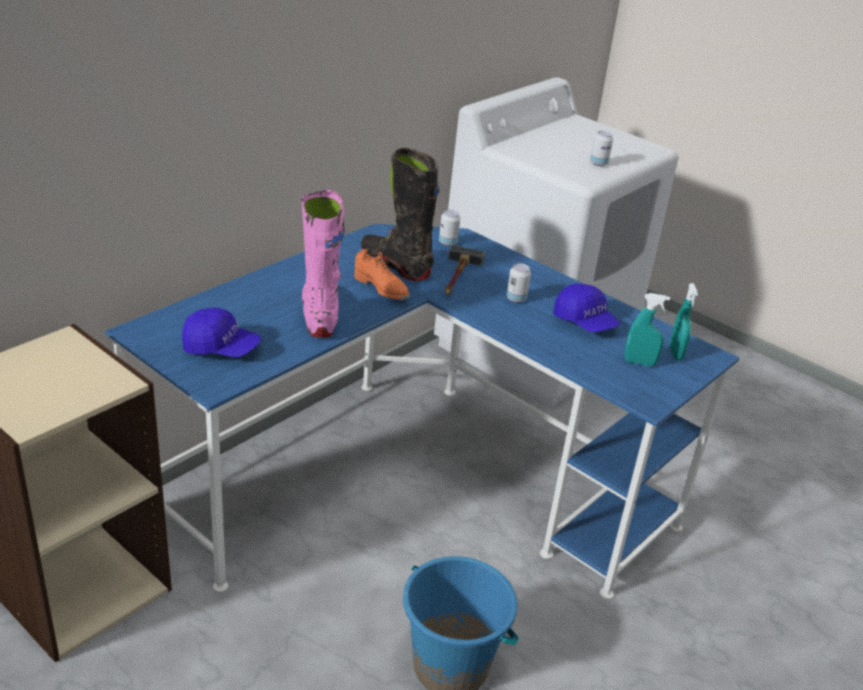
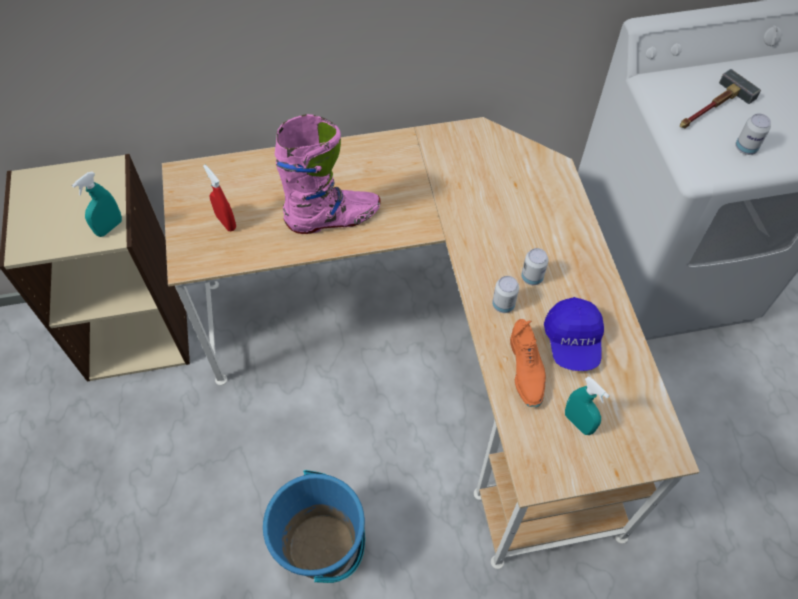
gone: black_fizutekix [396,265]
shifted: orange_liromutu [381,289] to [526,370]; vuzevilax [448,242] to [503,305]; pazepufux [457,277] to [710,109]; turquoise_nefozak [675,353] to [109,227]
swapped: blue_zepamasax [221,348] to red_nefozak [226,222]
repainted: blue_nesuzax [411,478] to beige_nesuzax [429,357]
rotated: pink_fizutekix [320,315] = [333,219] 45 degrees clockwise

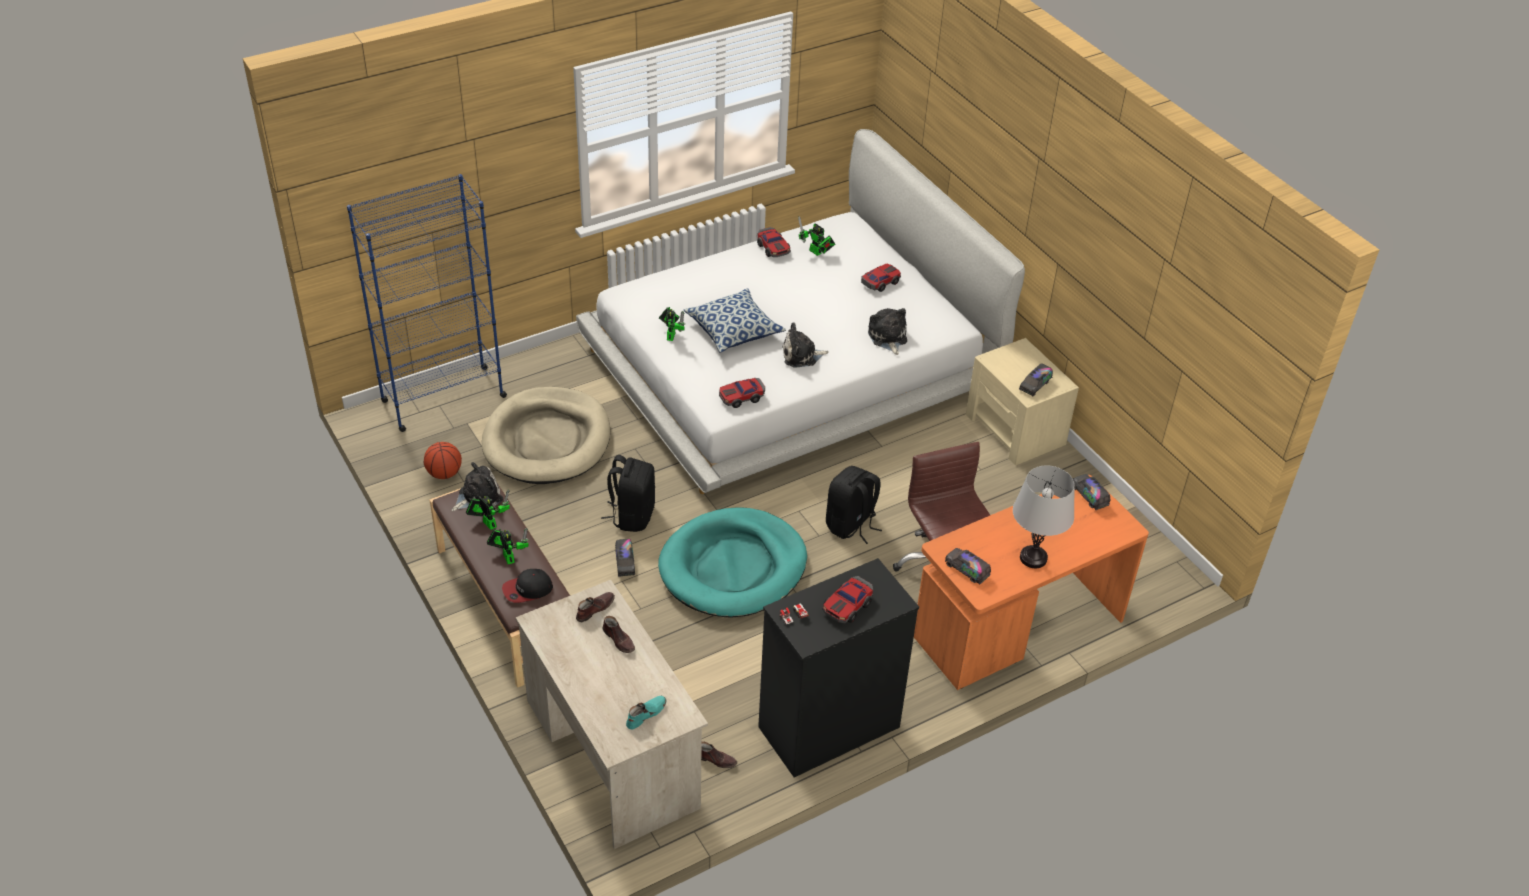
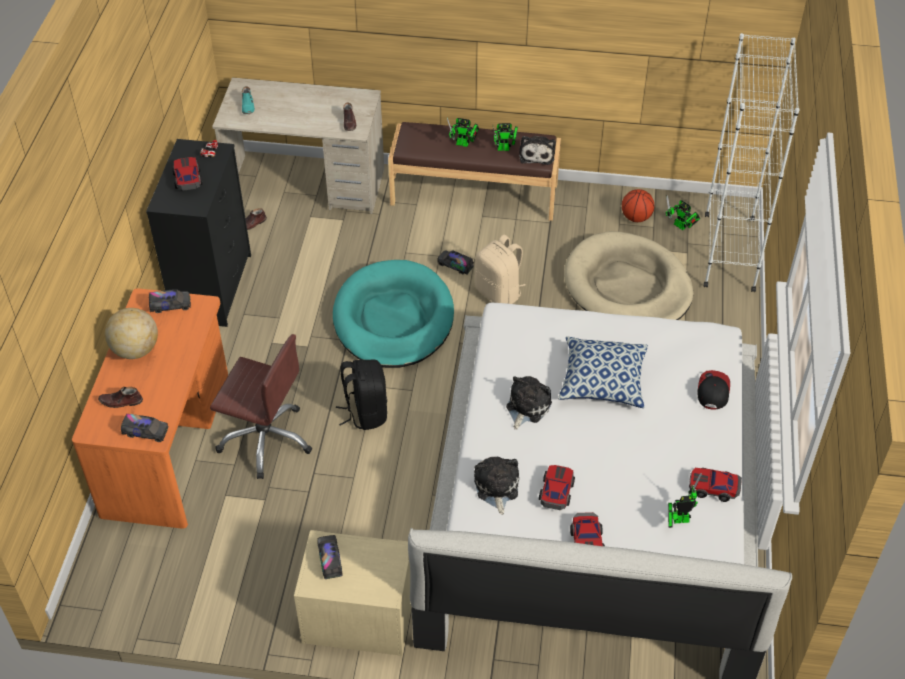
shifted: zepamasax [527,590] to [713,391]; brown_liromutu [619,640] to [121,401]; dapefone [671,335] to [681,227]; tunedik [741,397] to [556,492]
swapped: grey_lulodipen [1033,558] to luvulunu [135,350]
repainted: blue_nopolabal [443,399] to white_nopolabal [729,252]; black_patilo [632,515] to beige_patilo [499,292]
rotated: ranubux [888,338] = [496,488] 120 degrees counterclockwise

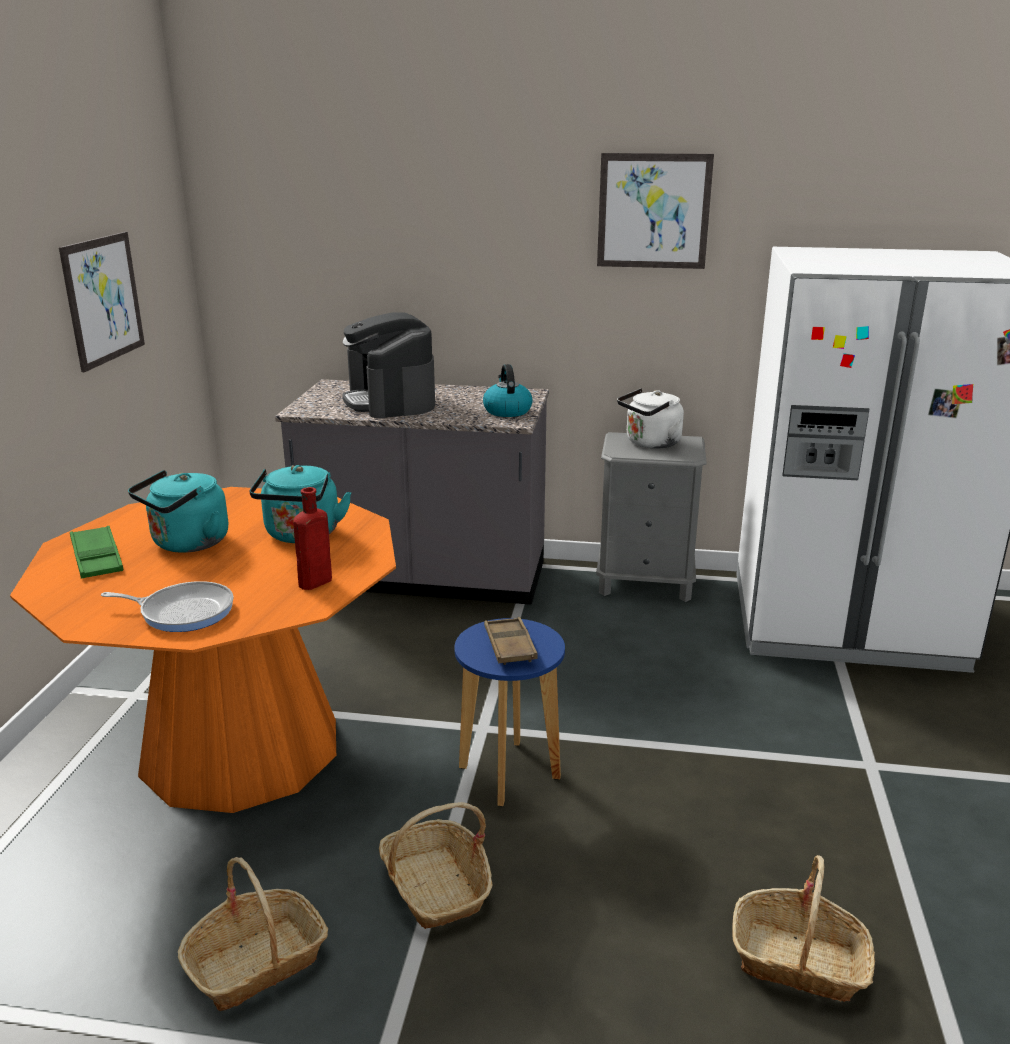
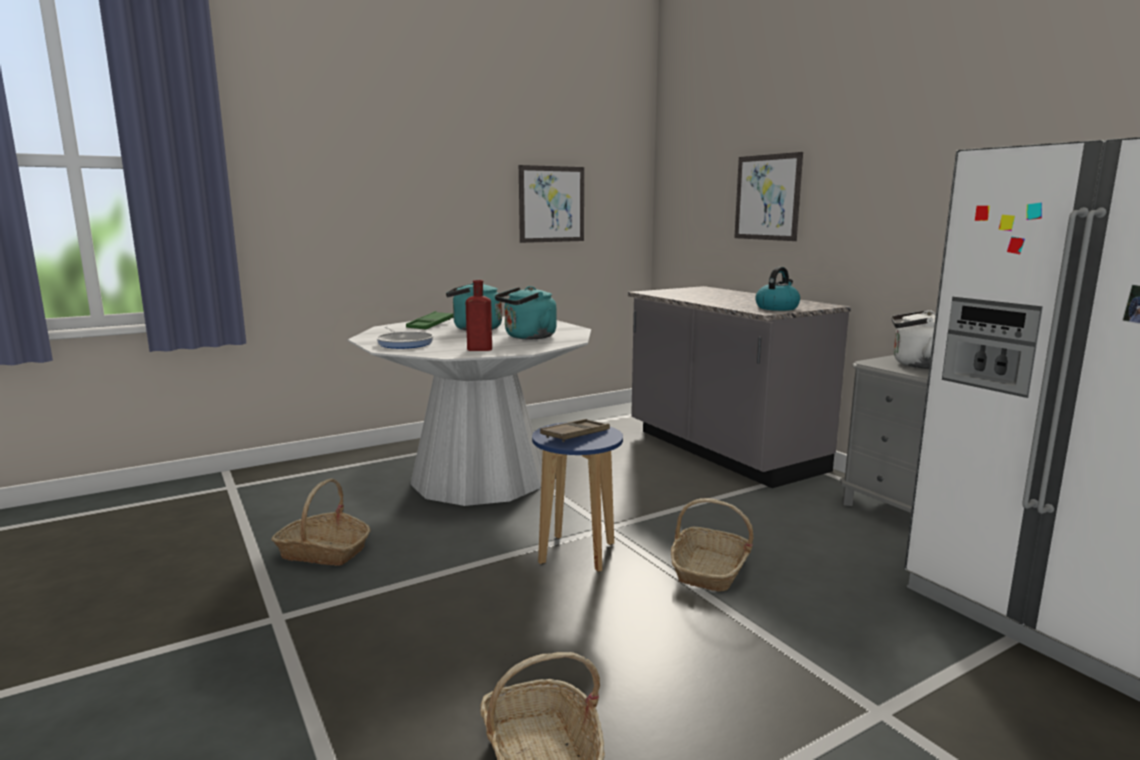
gone: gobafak [390,401]
shifted: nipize [436,887] to [709,570]; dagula [653,211] to [767,197]
repainted: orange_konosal [241,746] to white_konosal [479,478]

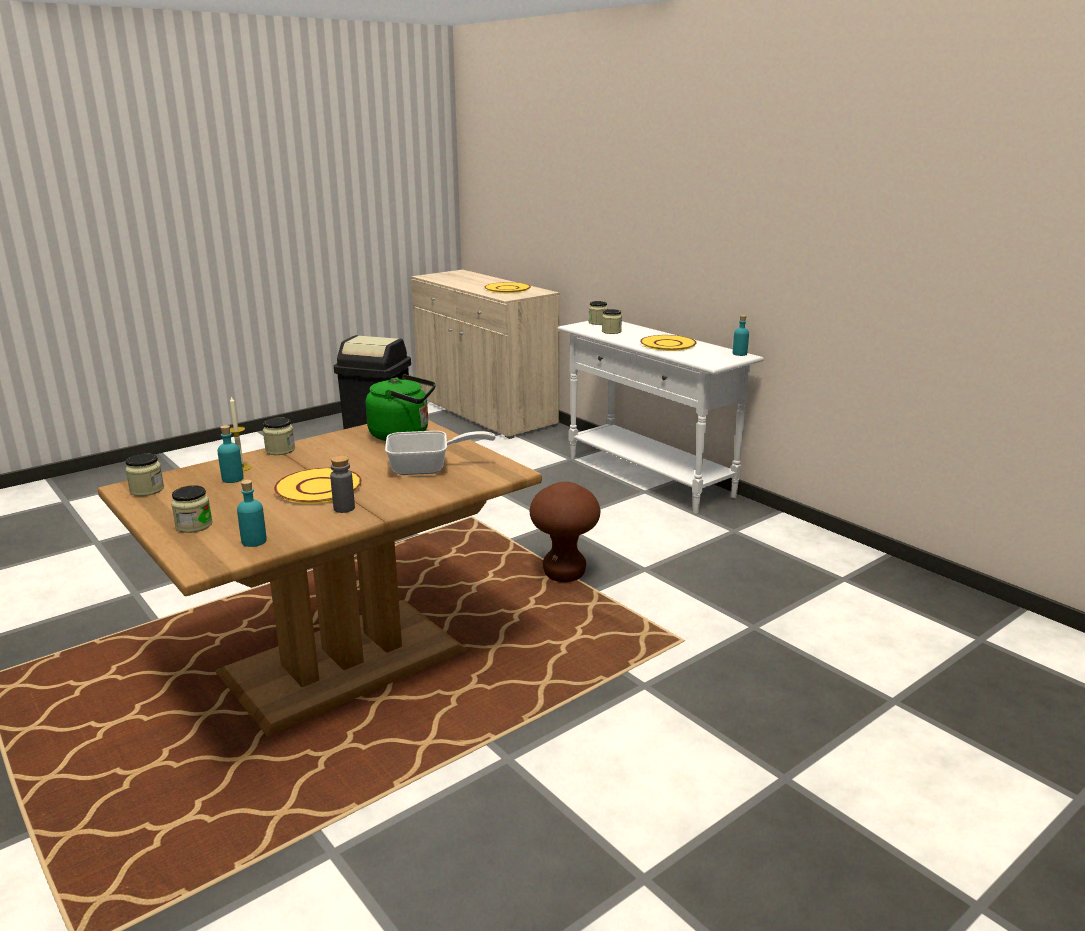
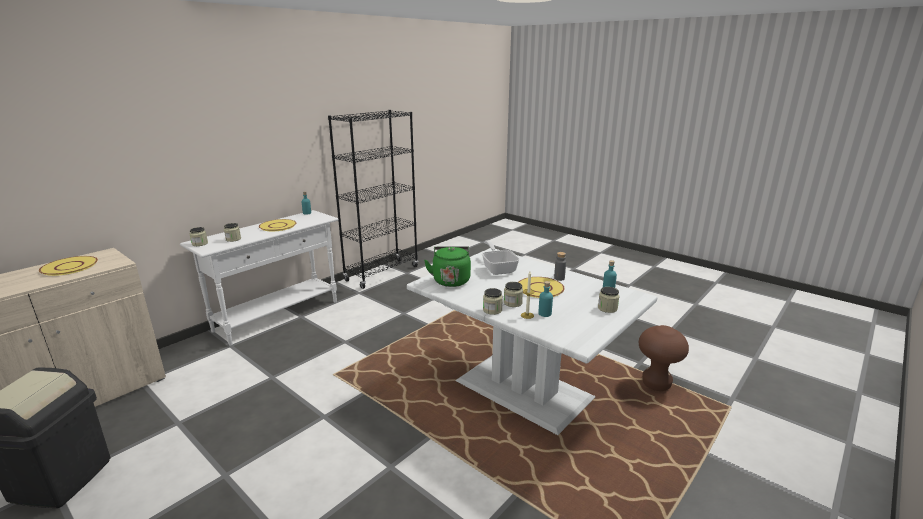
new: black_nopolabal [382,273]
shifted: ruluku [147,490] to [513,303]; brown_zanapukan [564,574] to [656,384]
repainted: brown_konosal [341,661] to white_konosal [523,390]

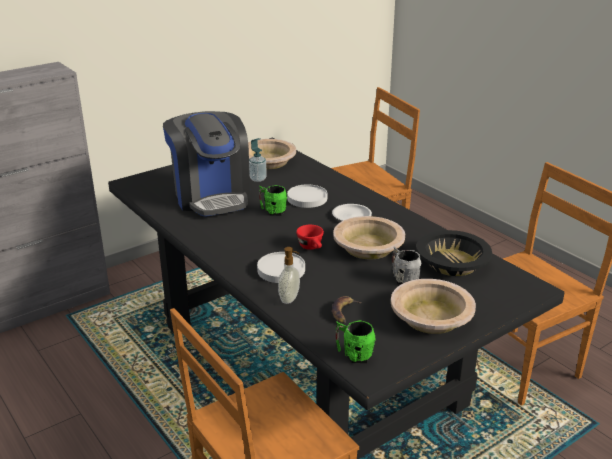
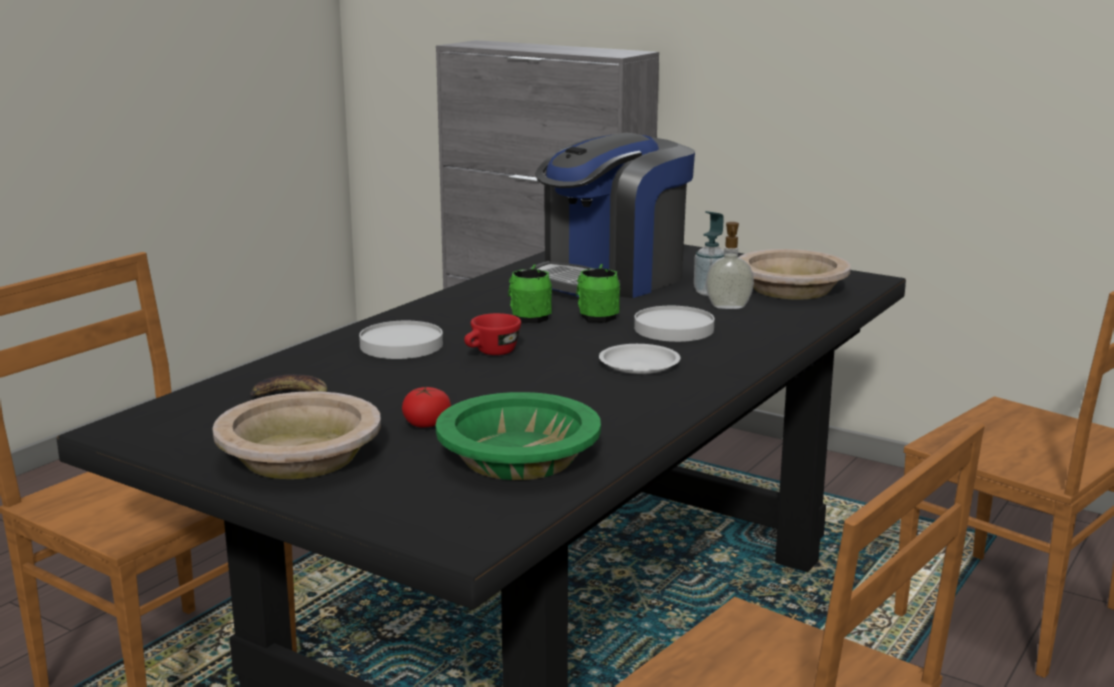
gone: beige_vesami [368,247]
shifted: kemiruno [290,299] to [728,307]; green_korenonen [354,354] to [531,316]
swapped: grey_korenonen [403,278] to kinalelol [426,424]
repainted: black_vesami [452,262] to green_vesami [519,457]

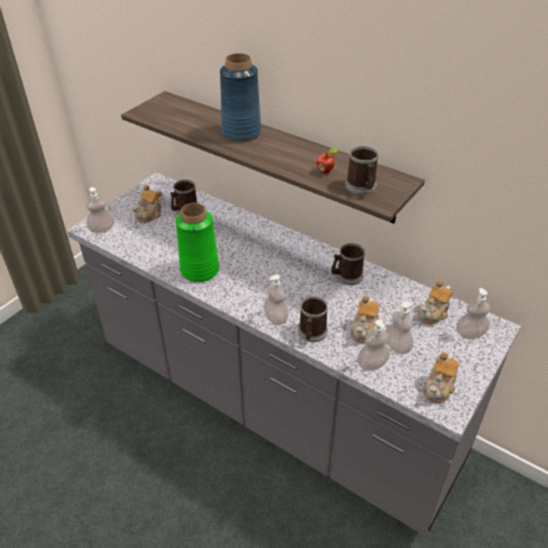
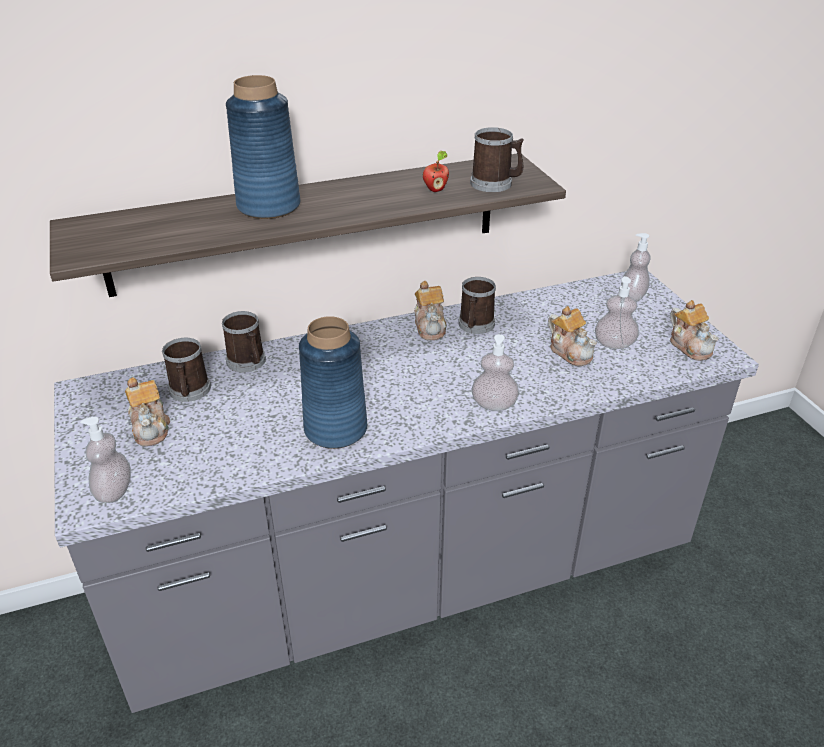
gone: kemiruno [372,364]
shifted: korenonen [311,333] to [248,362]; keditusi [434,313] to [430,327]
repainted: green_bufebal [200,270] to blue_bufebal [335,429]

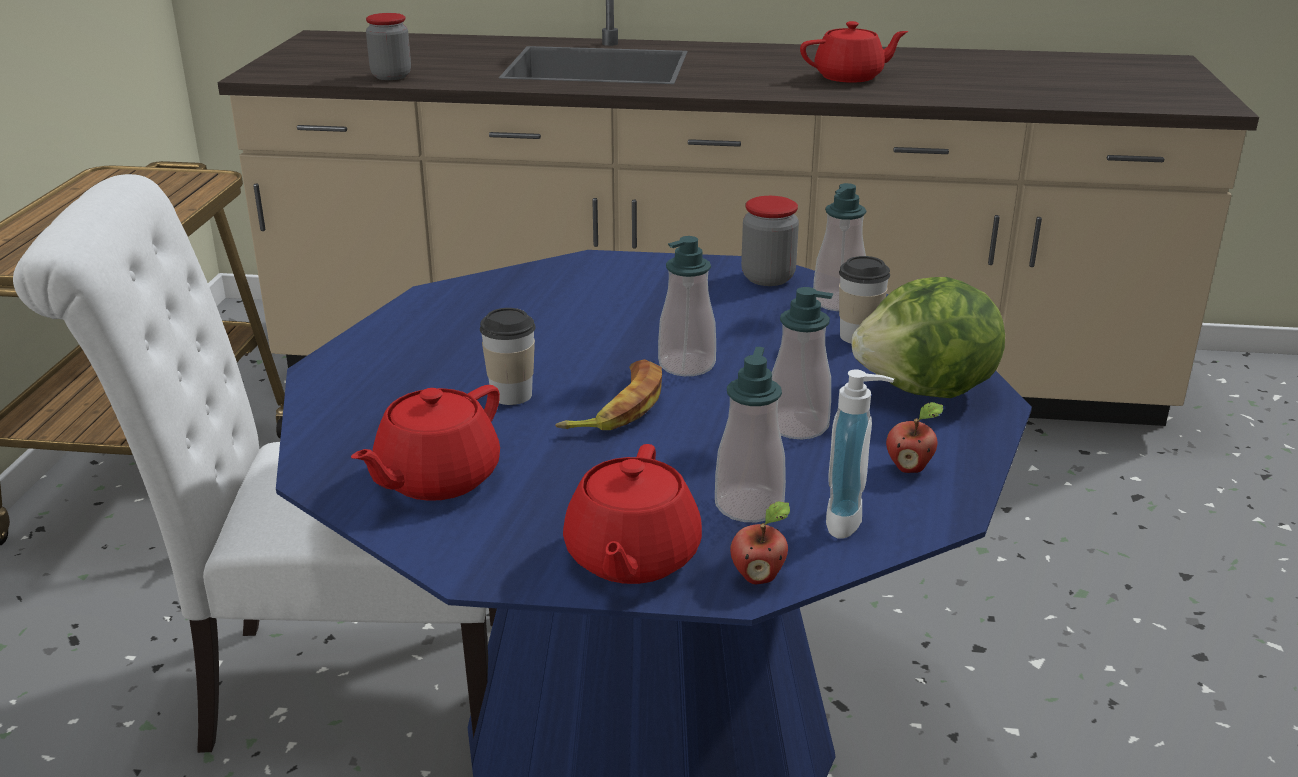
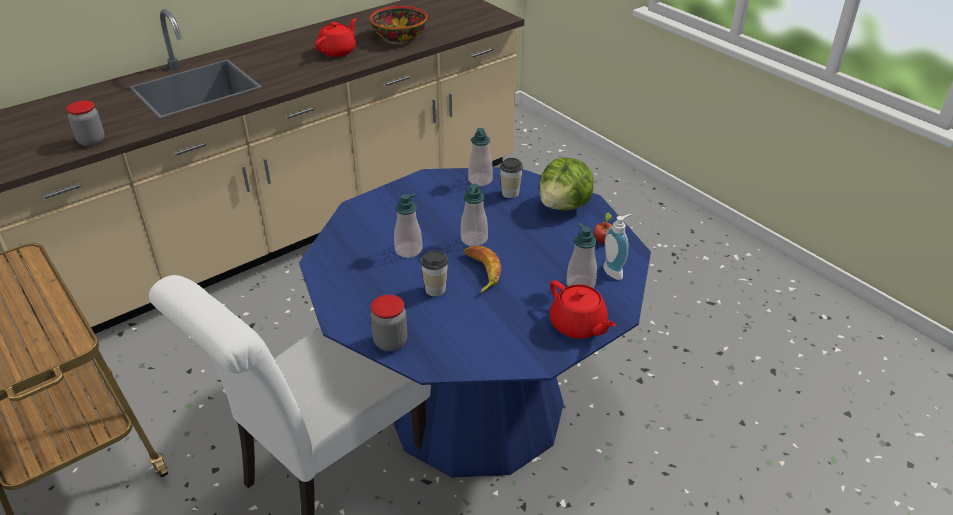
gone: red_keditusi [435,479]; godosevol [759,576]
new: vesami [399,37]
shifted: ruluku [768,278] to [390,342]; kemiruno [797,425] to [408,250]

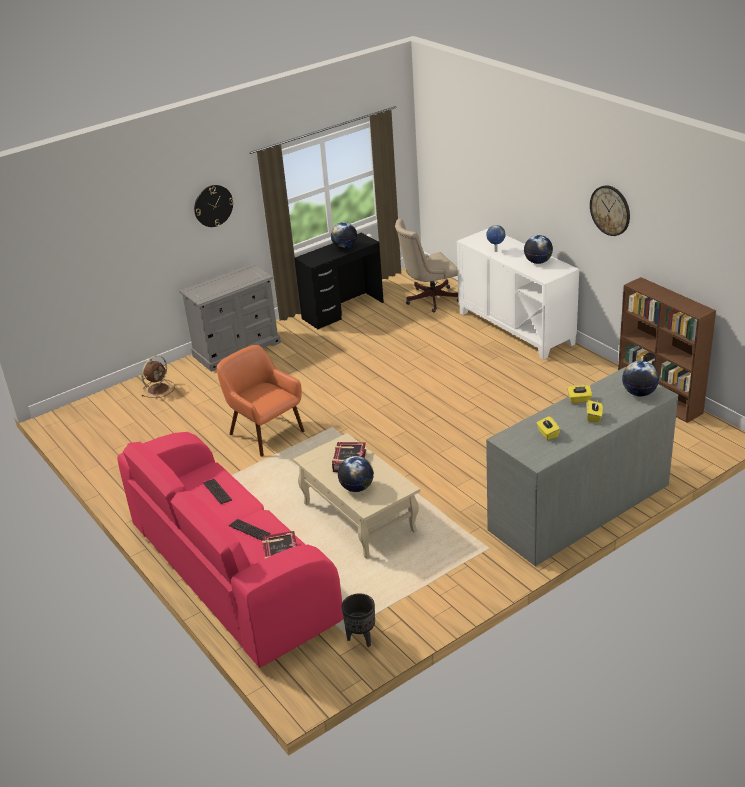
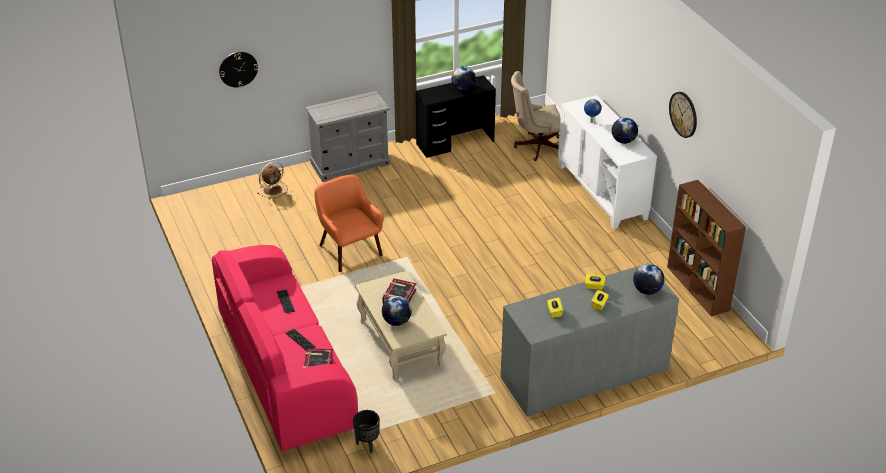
shifted: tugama [213,205] to [238,69]

